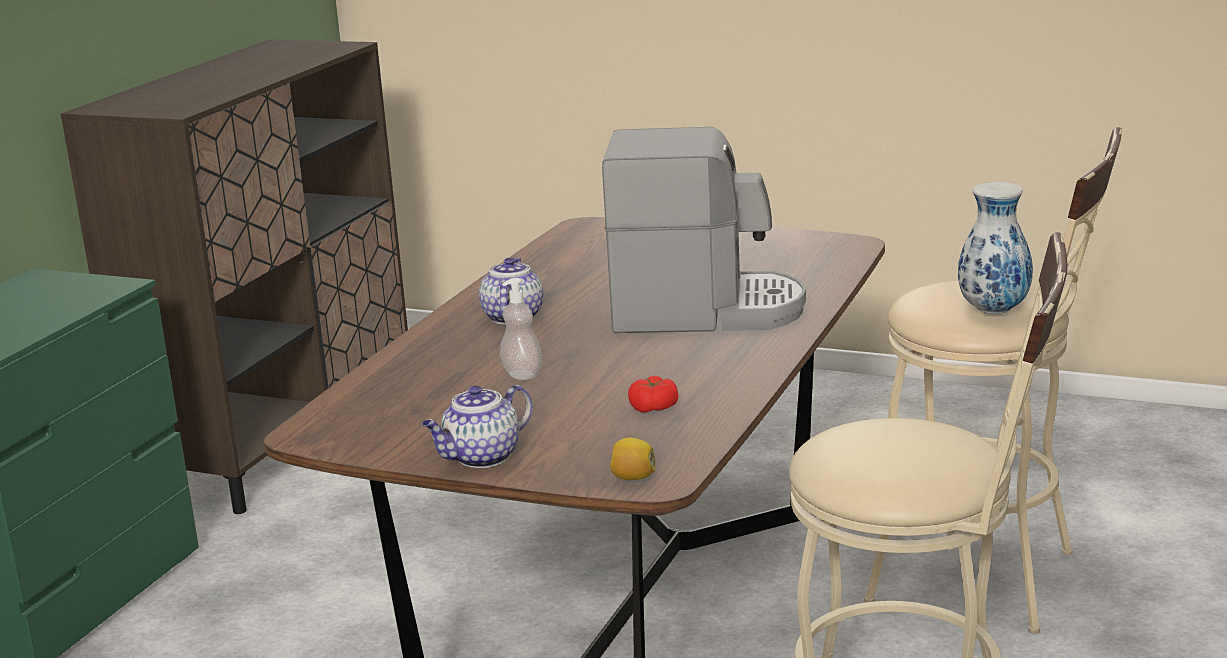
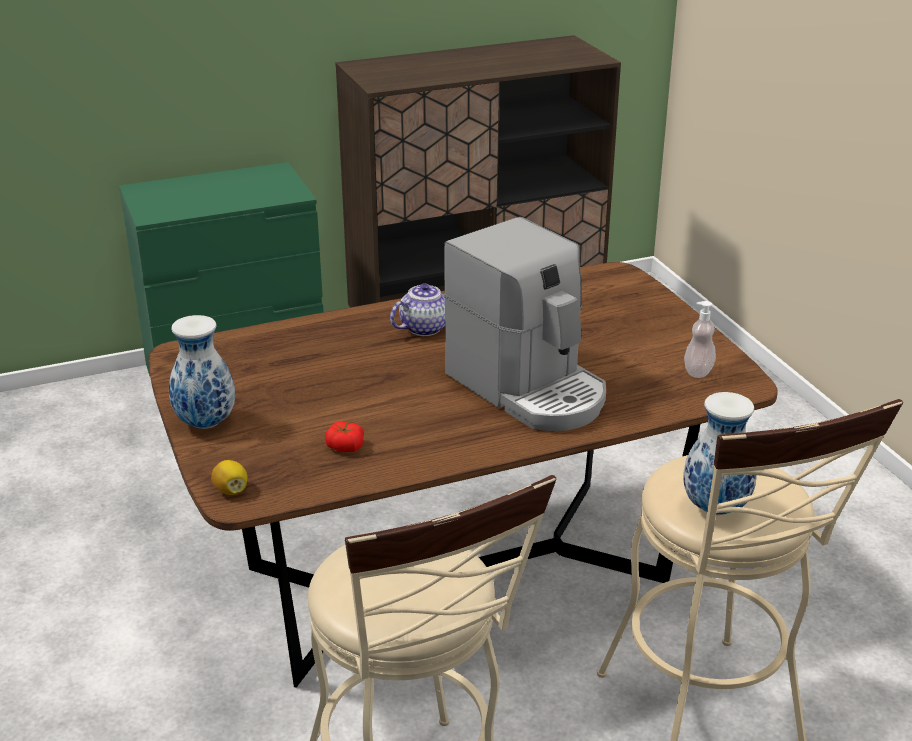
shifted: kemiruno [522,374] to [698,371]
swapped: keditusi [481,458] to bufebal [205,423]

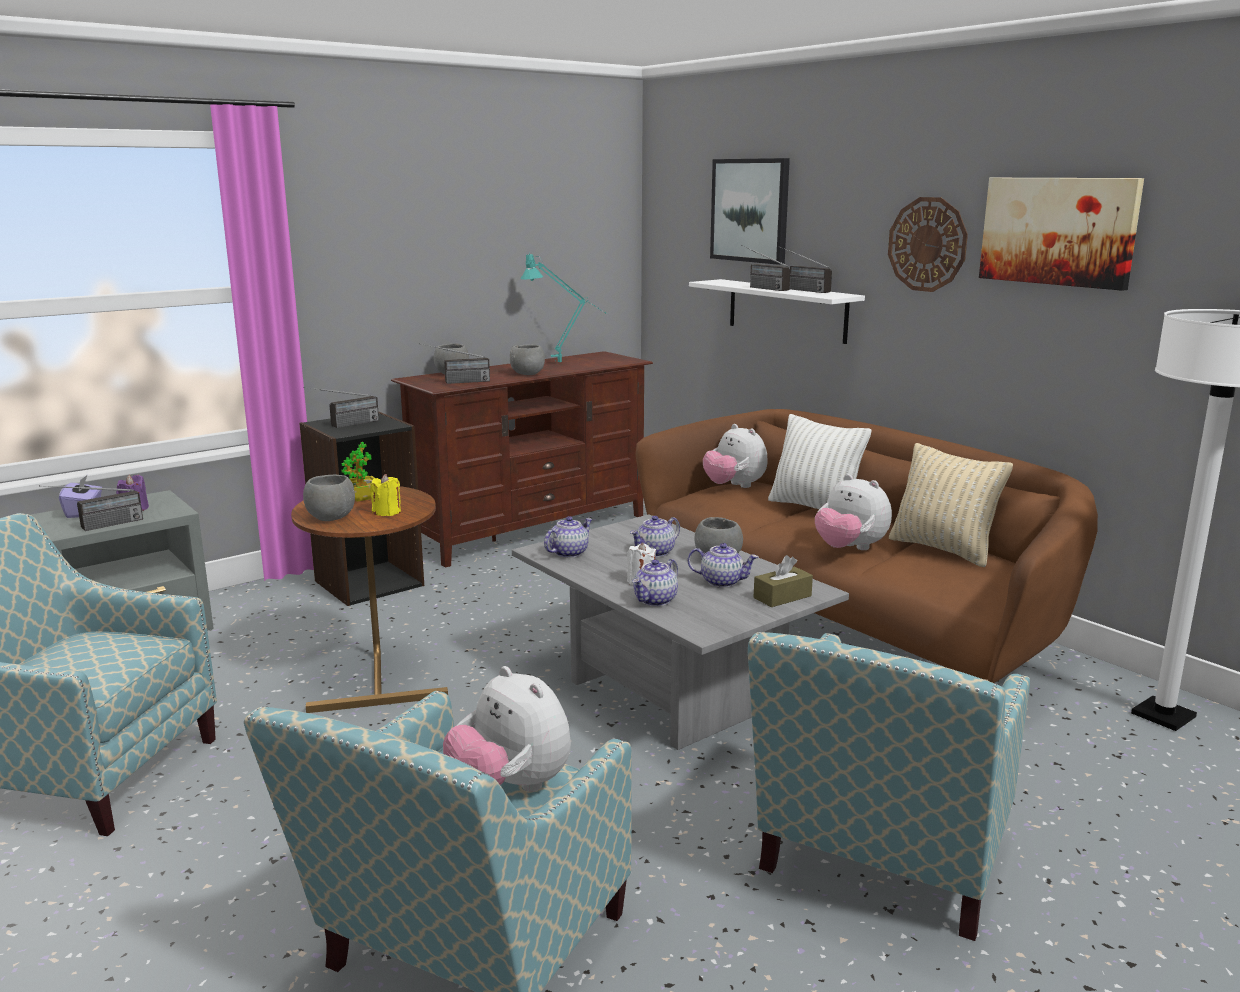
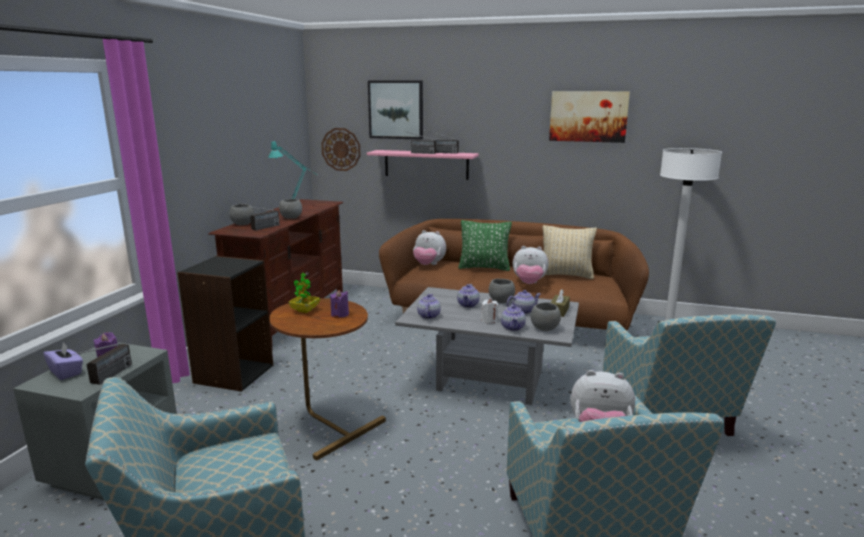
gone: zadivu [344,425]
shifted: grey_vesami [330,517] to [544,328]; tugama [927,244] to [341,149]
repainted: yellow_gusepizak [387,512] to purple_gusepizak [340,314]; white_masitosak [786,310] to pink_masitosak [426,164]; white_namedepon [815,508] to green_namedepon [484,268]

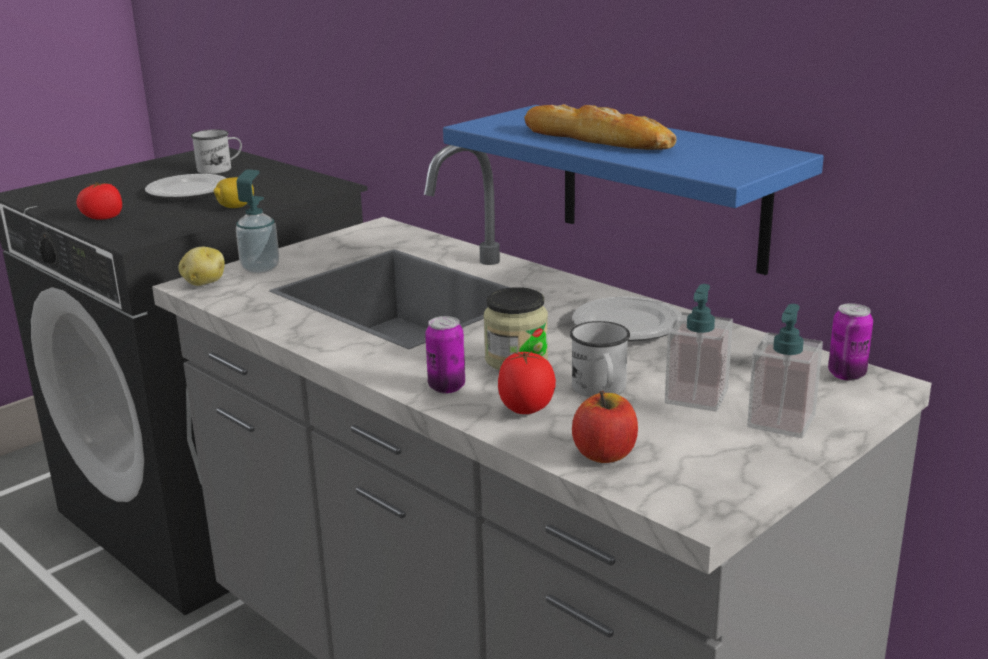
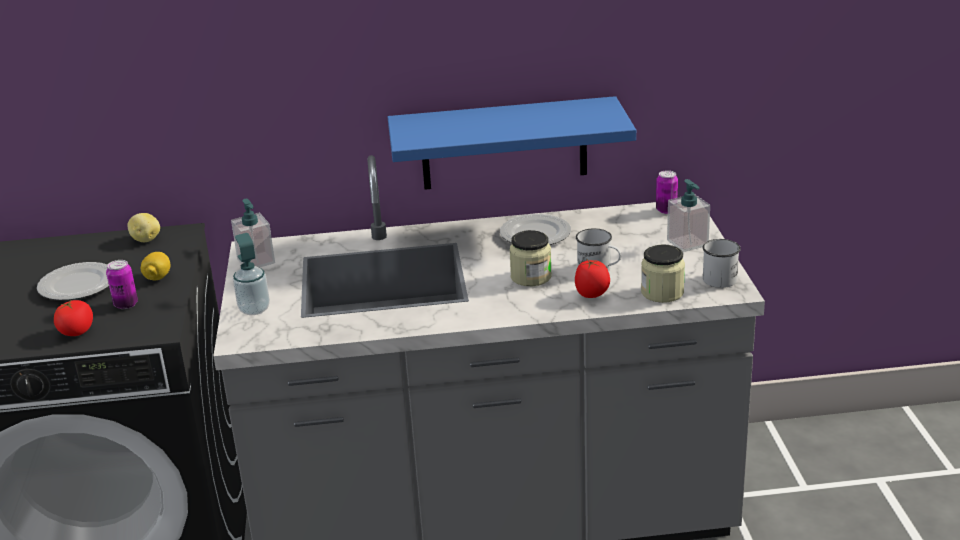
gone: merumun [596,139]
shifted: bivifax [203,283] to [145,239]; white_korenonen [220,169] to [720,277]; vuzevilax [446,387] to [126,304]; kemiruno [696,397] to [256,261]
swapped: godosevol [604,454] to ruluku [662,292]

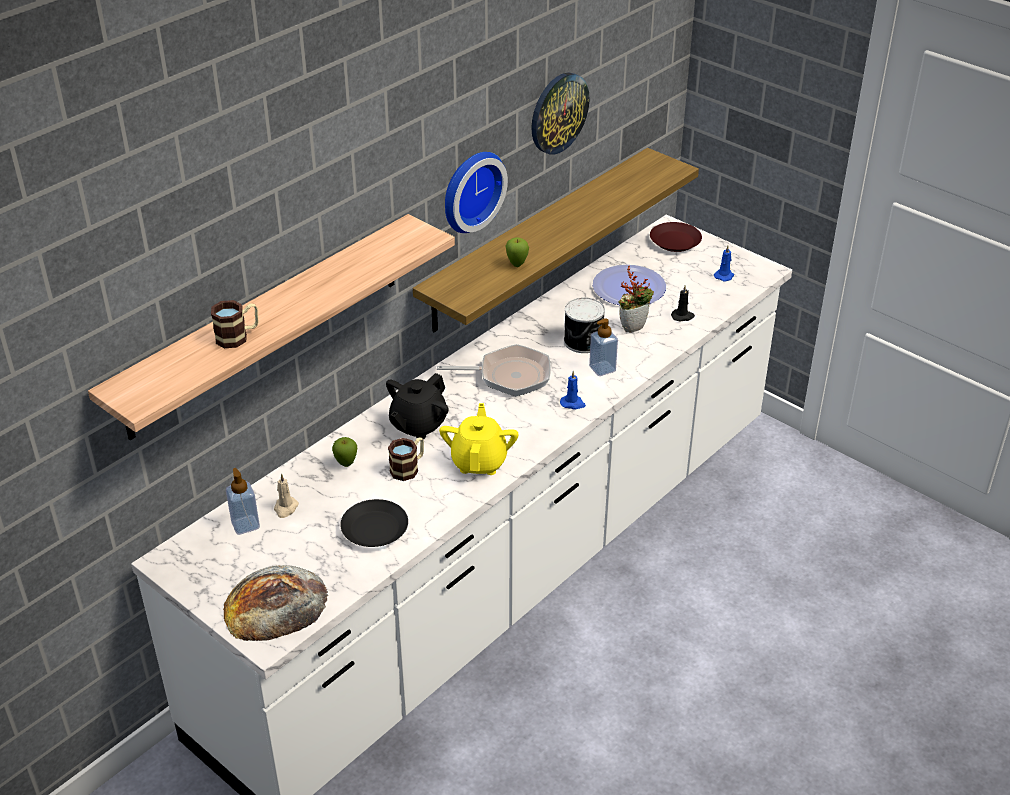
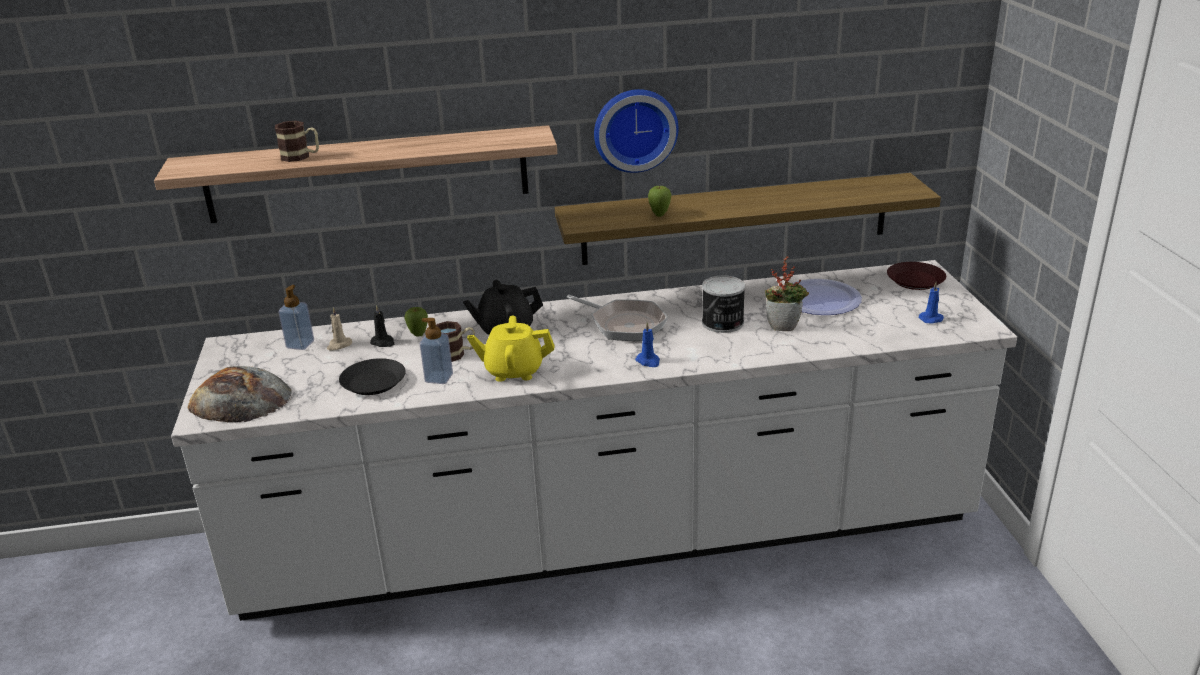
gone: tugama [558,112]
shifted: kemiruno [602,369] to [439,378]; black_gusepizak [683,316] to [383,342]
rotated: yellow_keditusi [479,461] = [513,371] 135 degrees counterclockwise

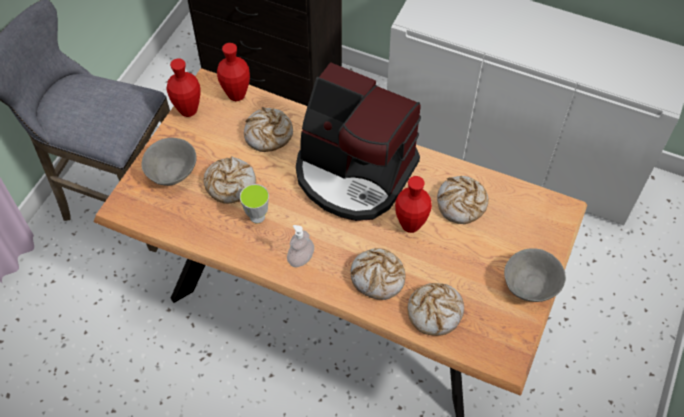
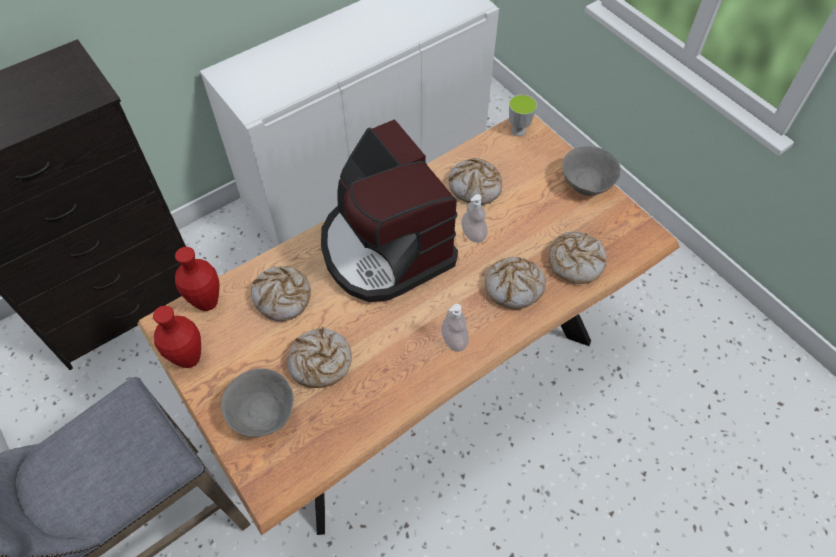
shifted: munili [257,217] to [518,131]
swapped: red_bufebal [410,225] to kemiruno [473,234]
rotated: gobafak [354,173] = [385,248] 90 degrees clockwise

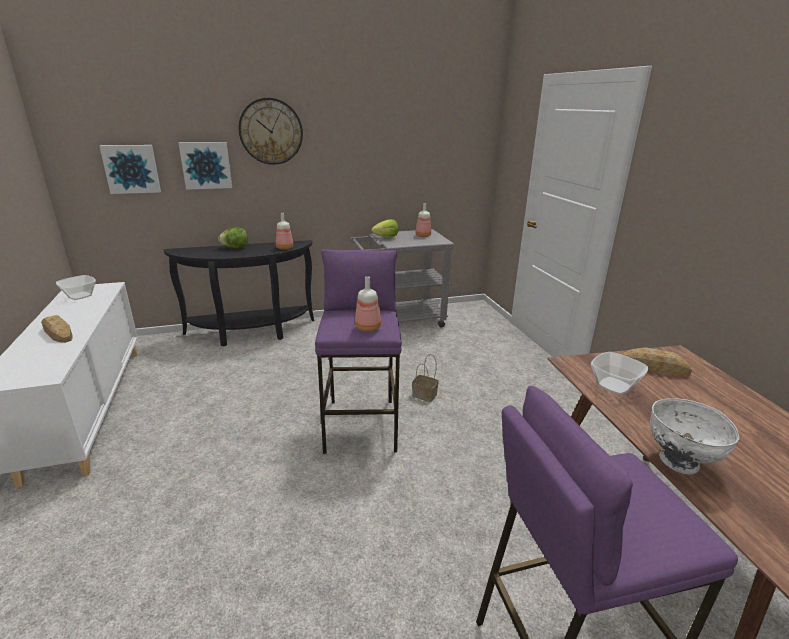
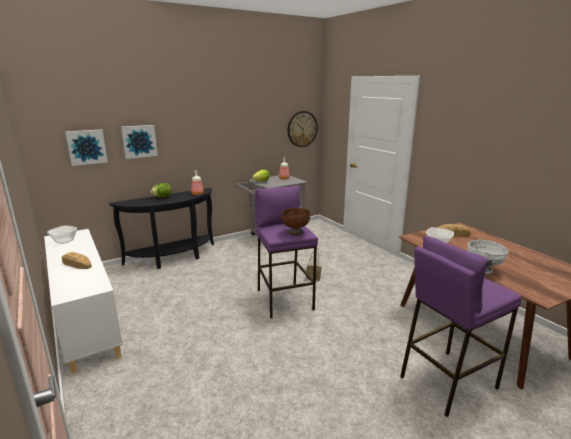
shifted: tugama [271,131] to [302,129]
swapped: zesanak [368,327] to brown_vesami [295,232]

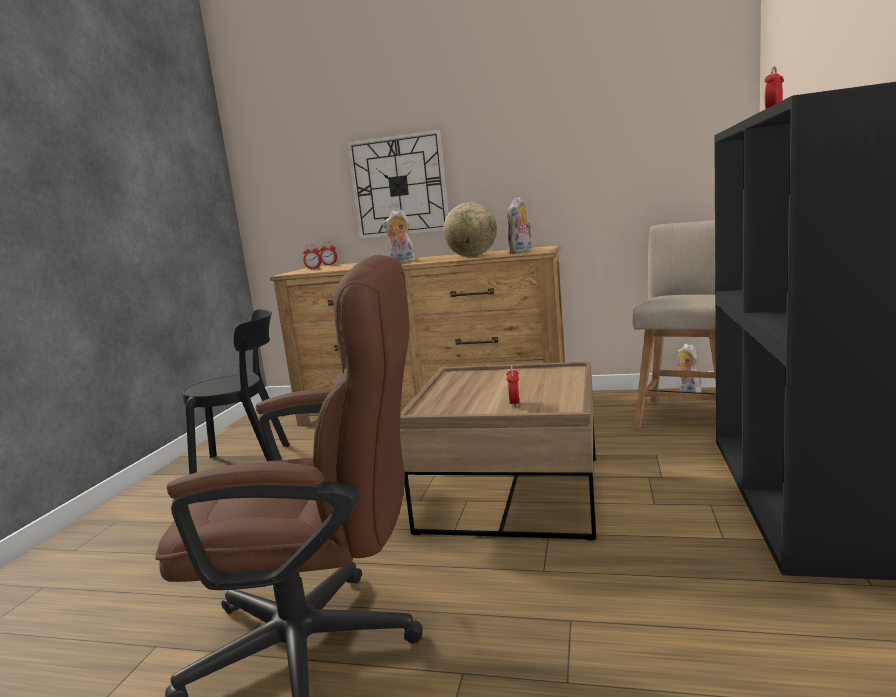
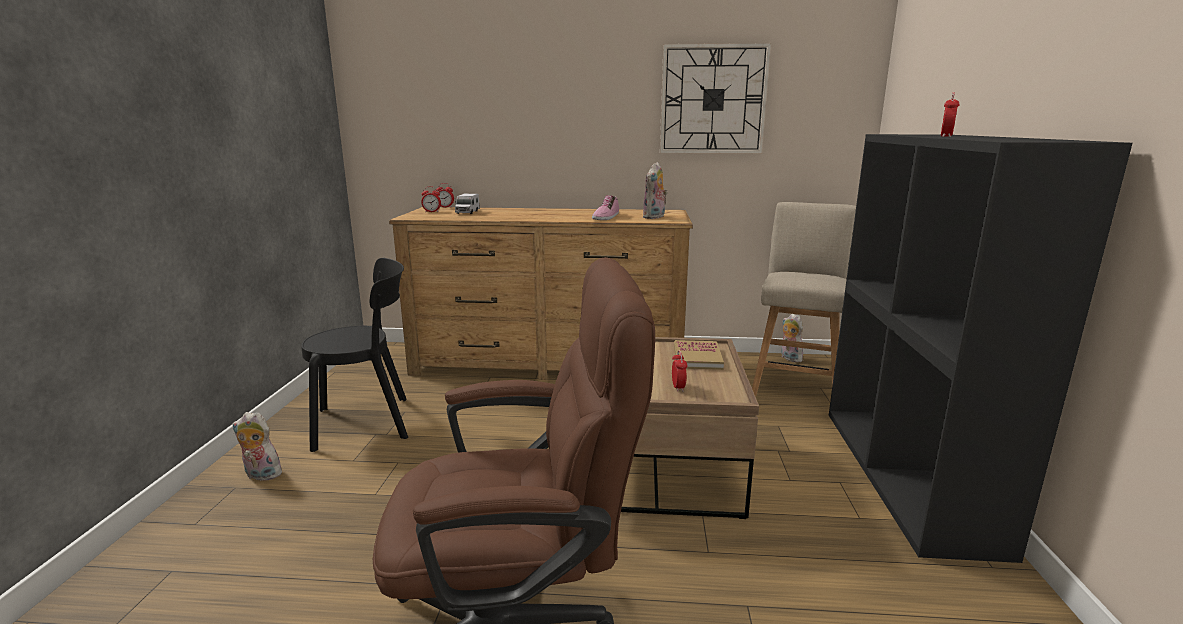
new: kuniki [467,212]; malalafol [697,357]
shifted: tugama [399,186] to [713,100]; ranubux [401,262] to [260,475]
swapped: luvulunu [472,256] to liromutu [605,217]

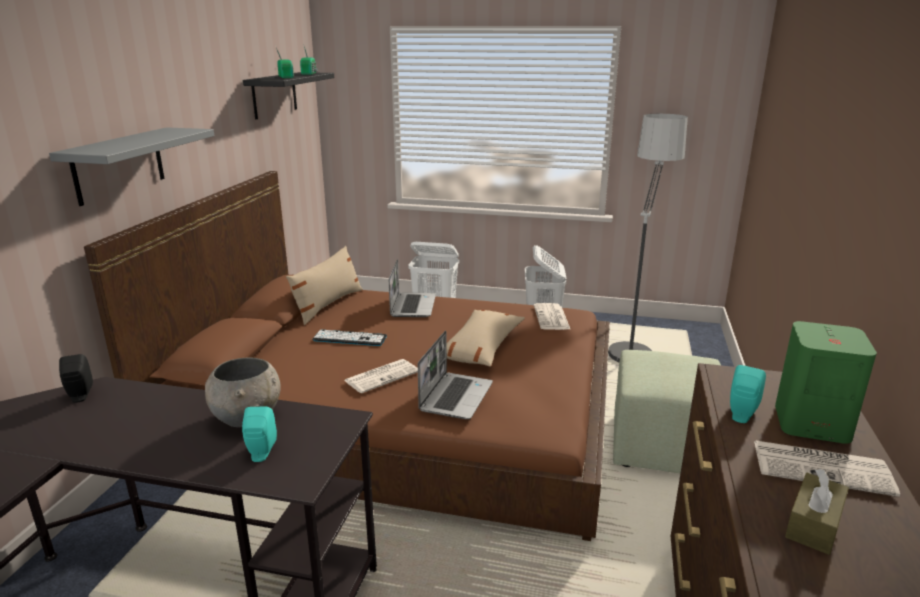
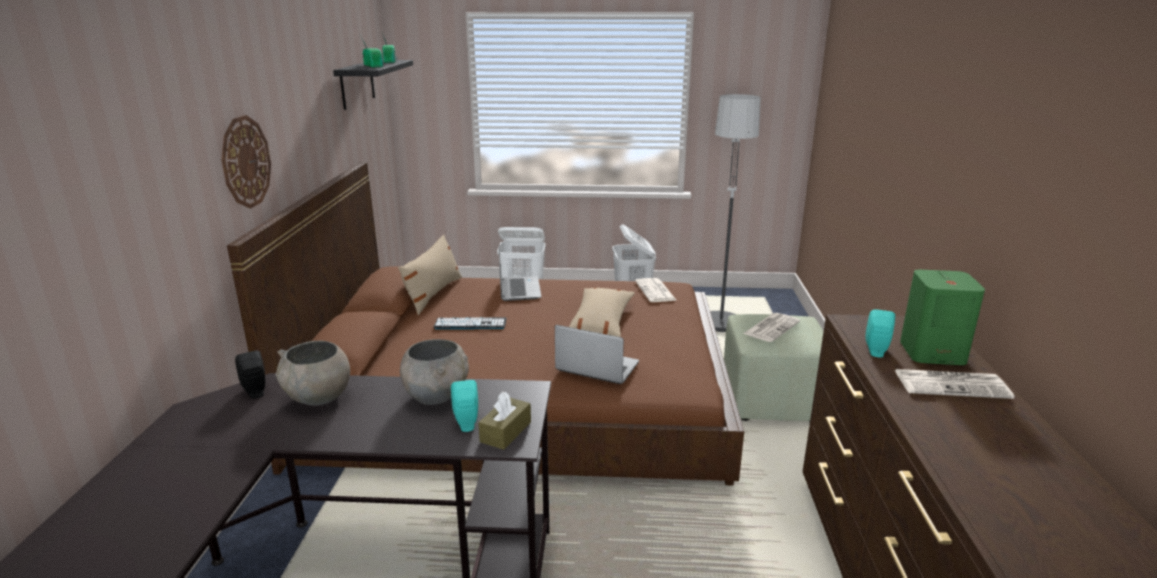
new: grey_vesami [318,398]
shifted: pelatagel [382,376] to [771,327]; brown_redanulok [814,524] to [505,432]
swapped: grey_masitosak [119,165] to tugama [245,162]
rotated: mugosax [455,396] = [596,367] 75 degrees counterclockwise

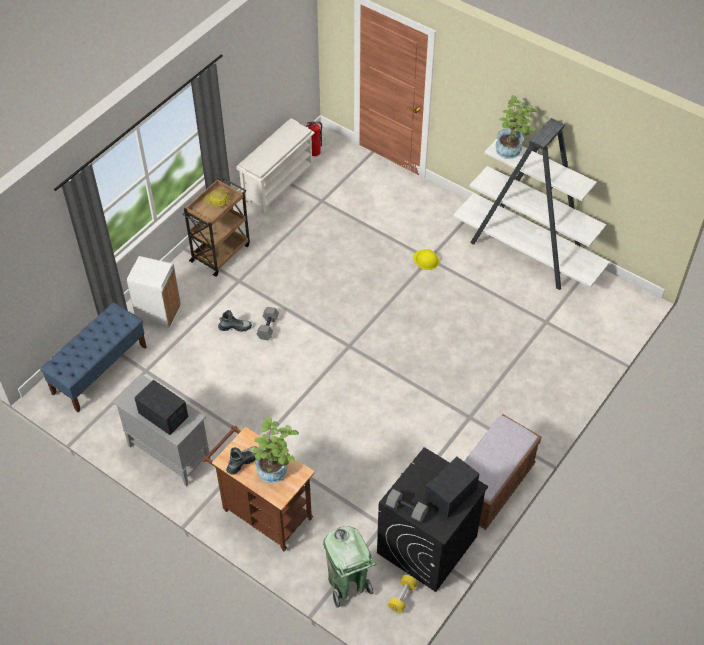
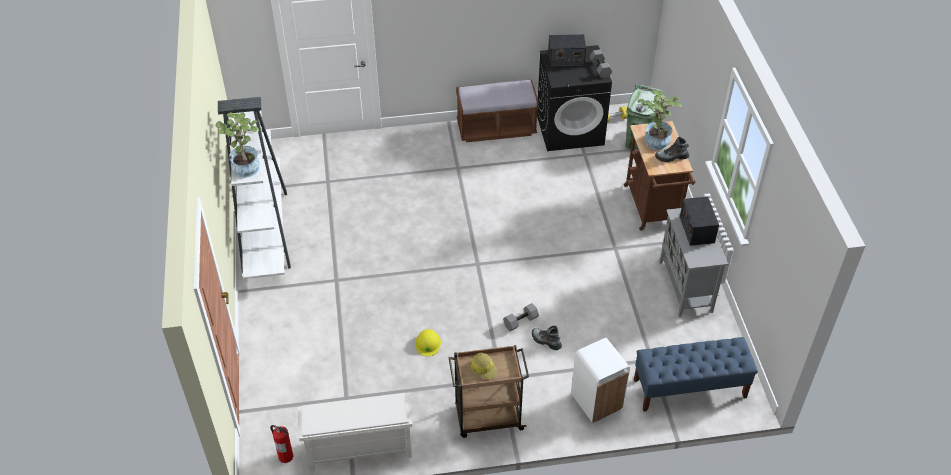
shifted: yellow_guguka [426,260] to [428,343]

